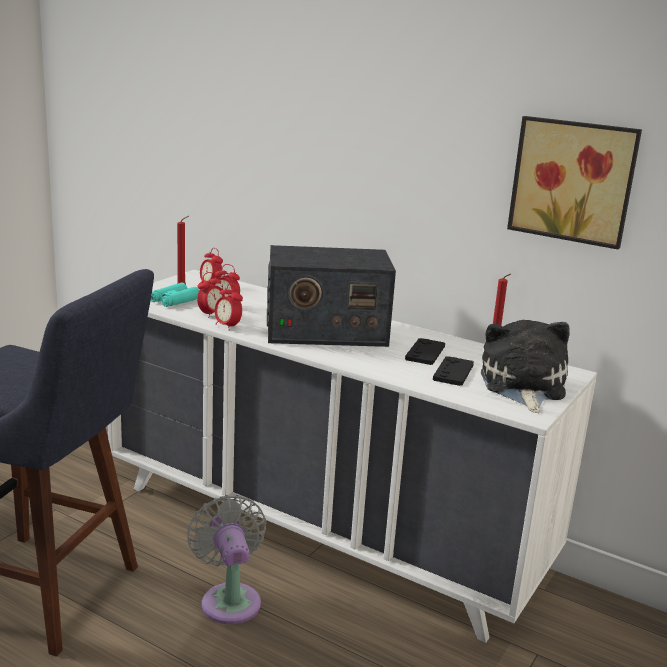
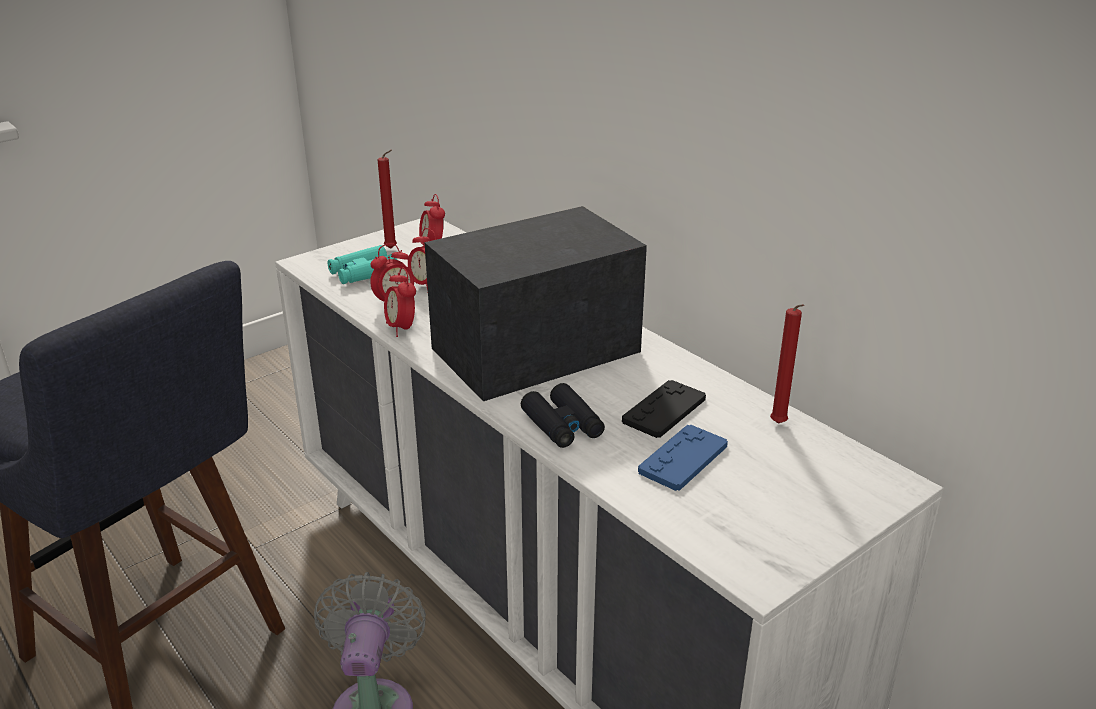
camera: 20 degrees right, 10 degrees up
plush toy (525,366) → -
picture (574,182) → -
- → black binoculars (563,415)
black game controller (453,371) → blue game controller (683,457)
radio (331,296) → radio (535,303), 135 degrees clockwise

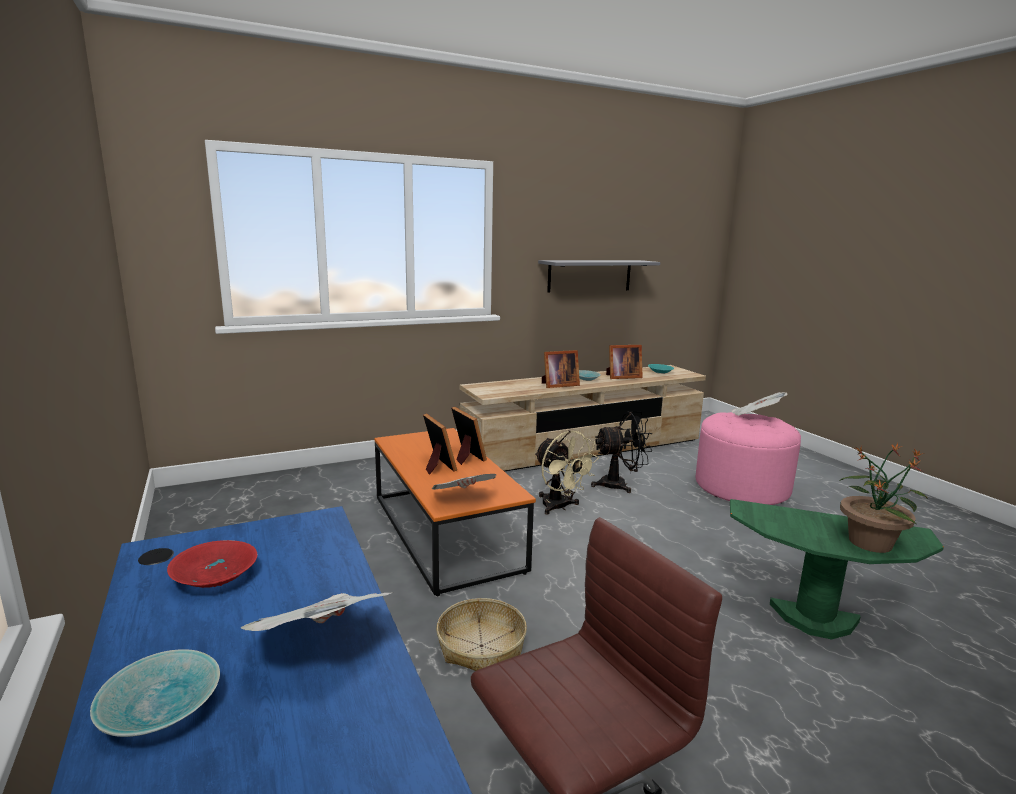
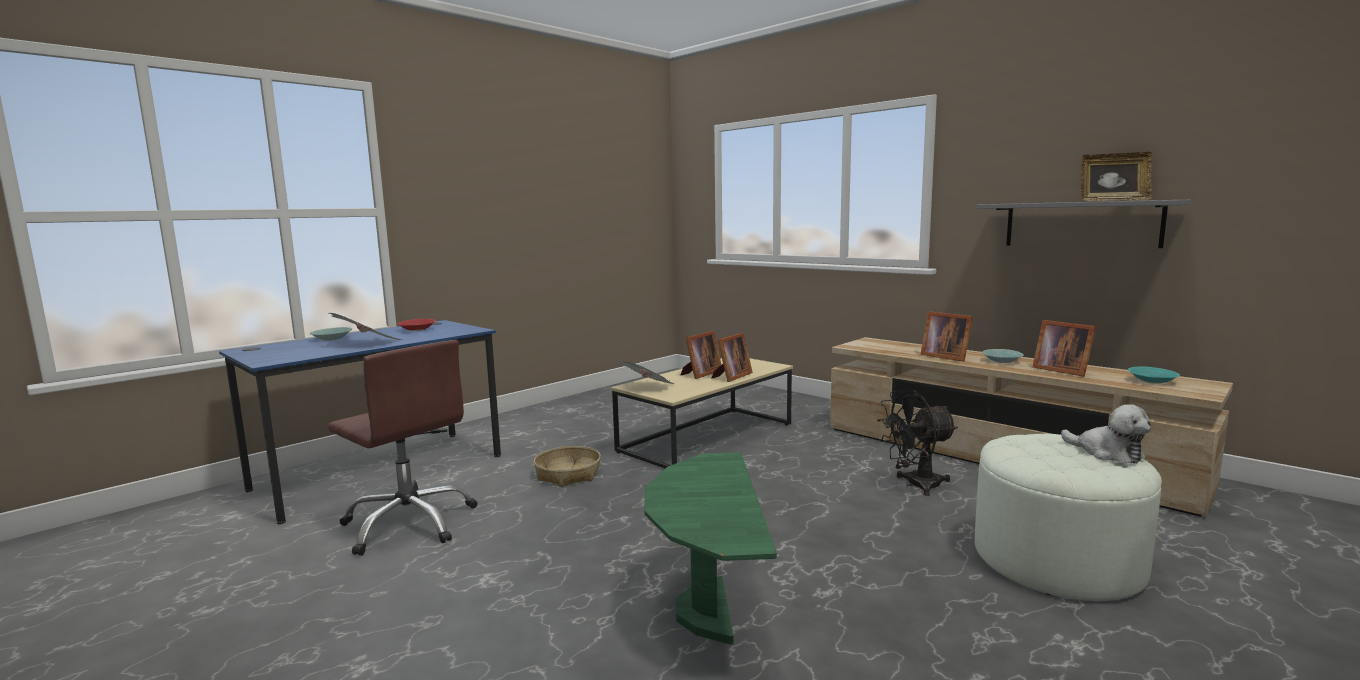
camera: 70 degrees right, 5 degrees down
beige fan (567,472) → -
potted plant (883,498) → -
- → picture frame (1116,176)
newspaper (759,404) → plush toy (1106,434)
orange coffee table (455,512) → beige coffee table (702,413)
pink ottoman (748,458) → white ottoman (1068,517)
black fan (621,452) → black fan (917,442), 105 degrees clockwise

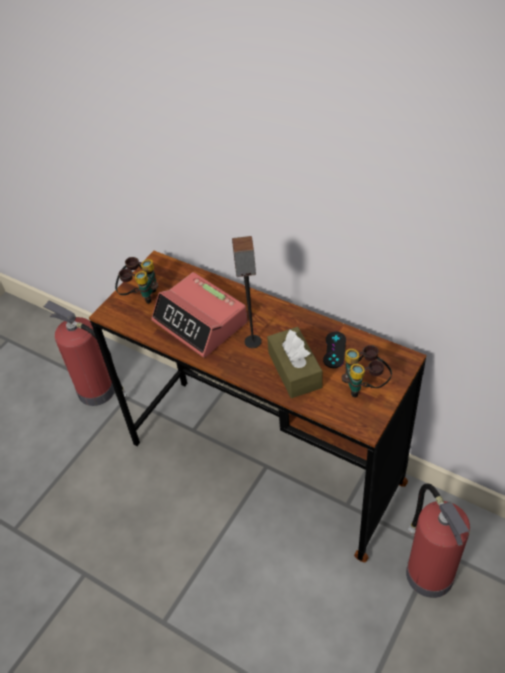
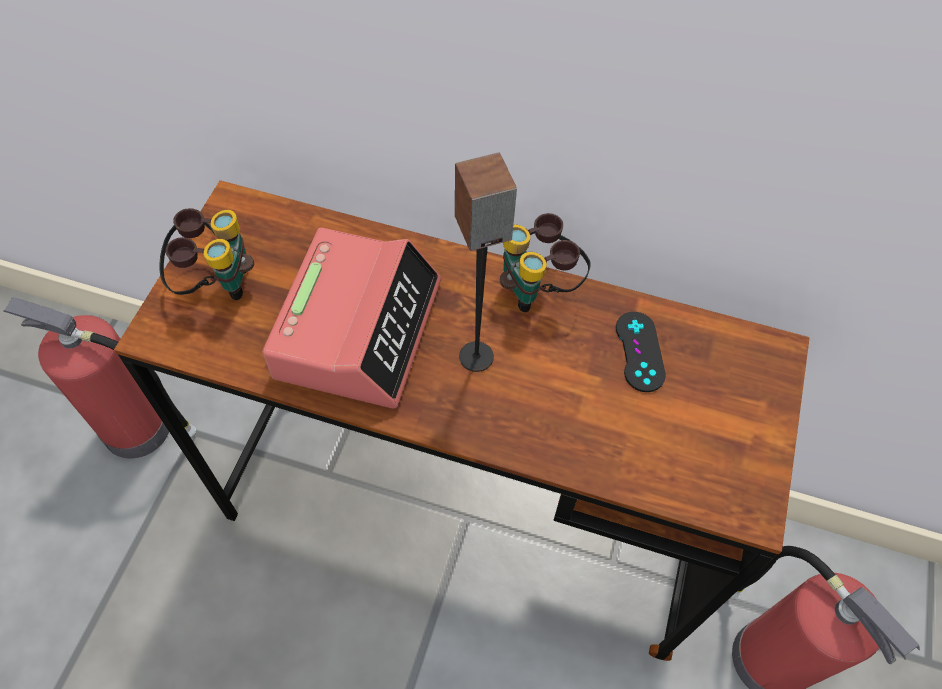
camera: 20 degrees left, 10 degrees up
brown tissue box (294,362) → -
binoculars (367,371) → binoculars (545,262), moved
alarm clock (199,315) → alarm clock (351,318), 105 degrees counterclockwise

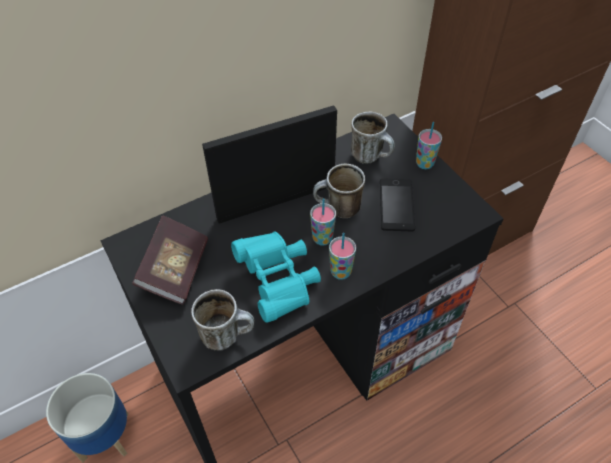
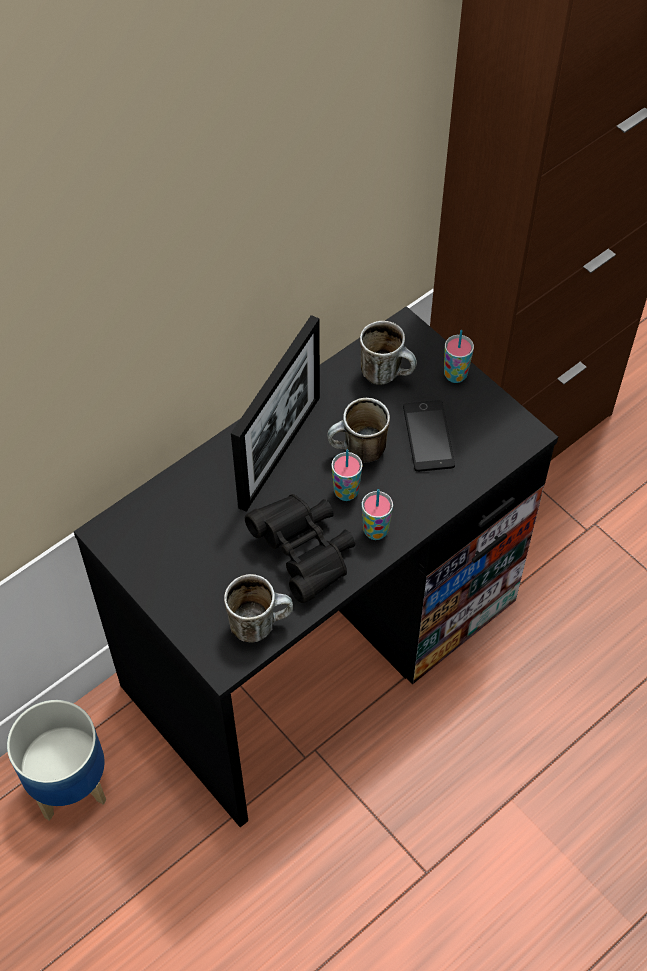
camera: 10 degrees left, 5 degrees up
book (170,260) → -
turquoise binoculars (276,277) → black binoculars (300,548)
picture frame (269,164) → picture frame (275,413), 150 degrees clockwise

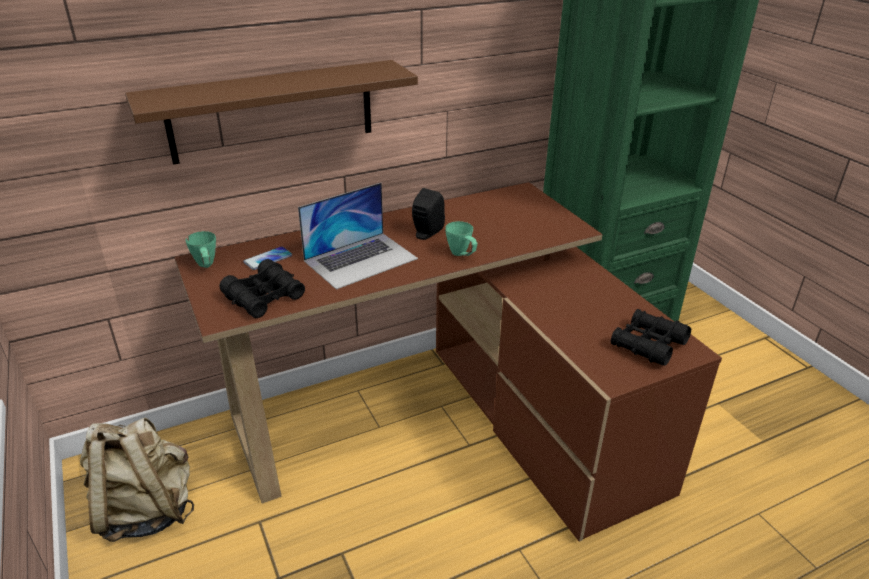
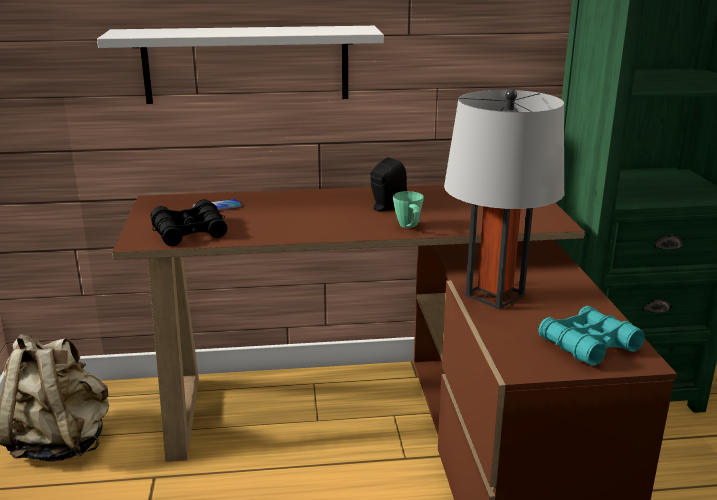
camera: 20 degrees right, 10 degrees down
green mug (201,249) → -
laptop (358,236) → -
- → grey table lamp (504,199)
brown shelf (271,112) → white shelf (240,65)
black binoculars (651,337) → turquoise binoculars (591,335)

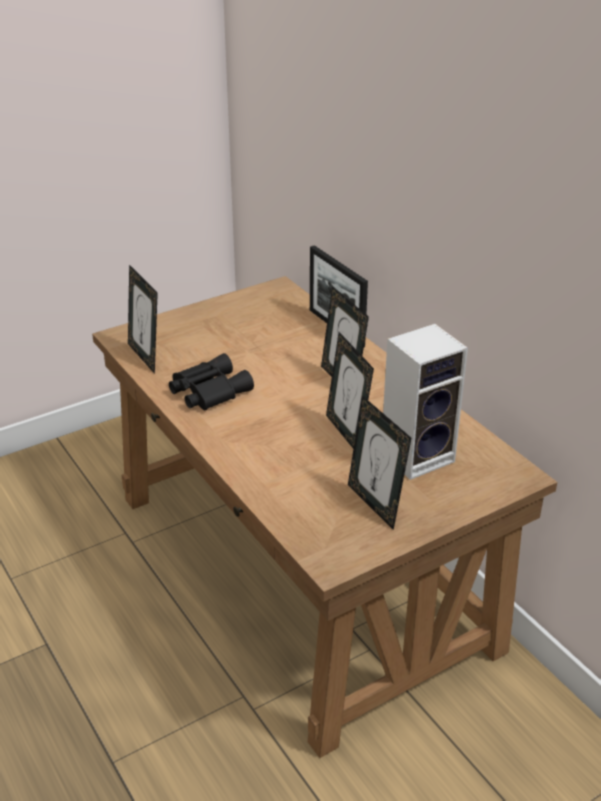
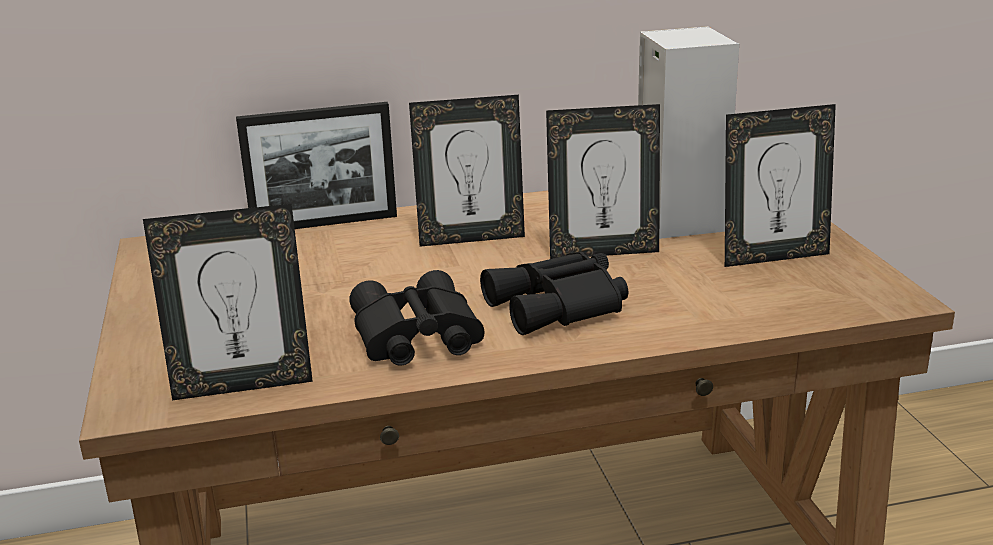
camera: 70 degrees left, 10 degrees down
- → black binoculars (554,293)

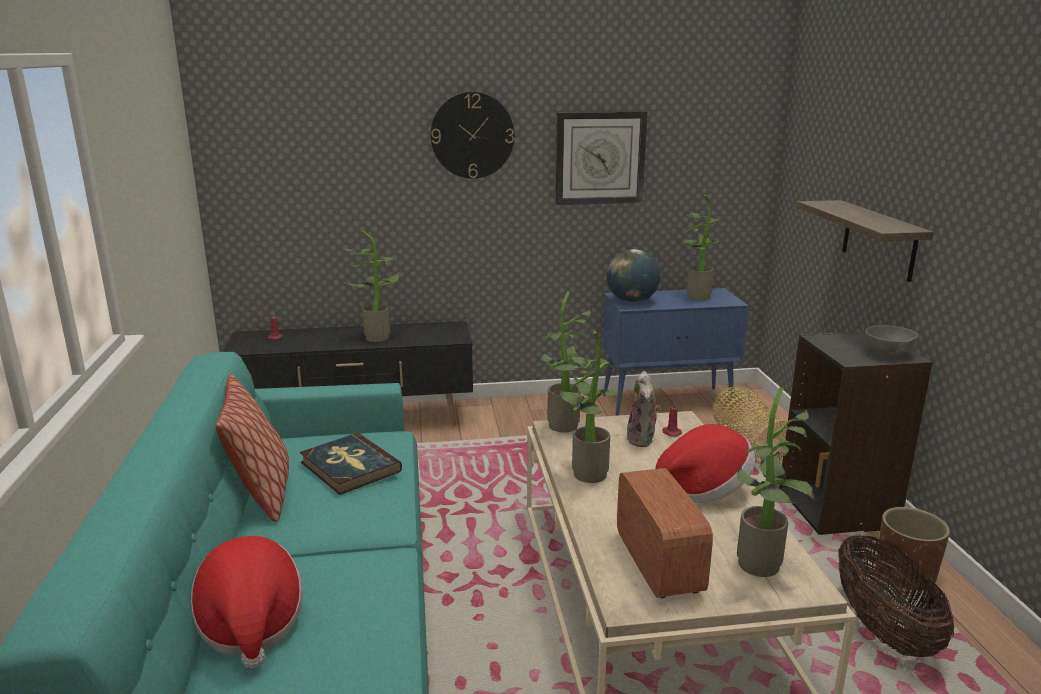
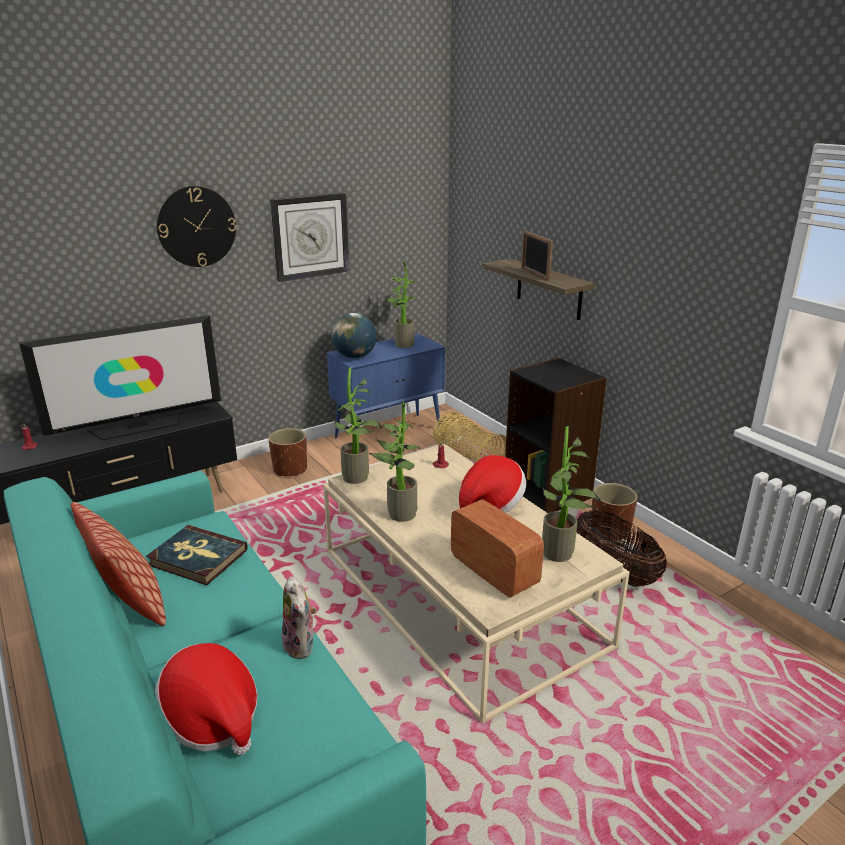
camera: 25 degrees left, 5 degrees up
grey bowl (891,340) → -
- → brown planter (287,452)
- → picture frame (537,256)
plush toy (643,409) → plush toy (299,617), moved
potted plant (371,286) → television (120,377)

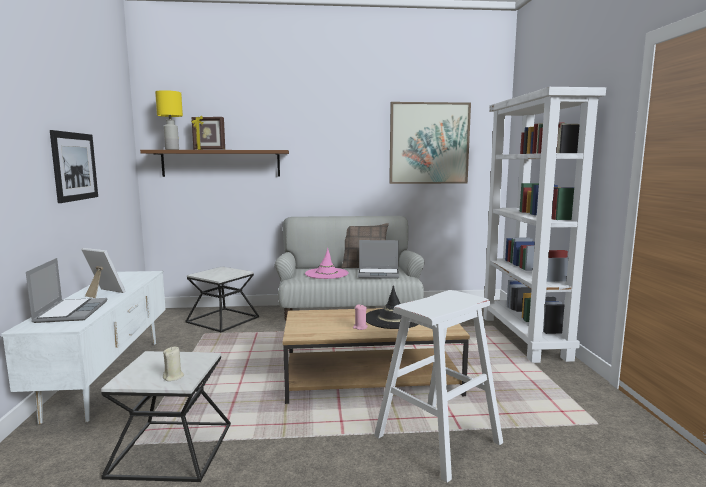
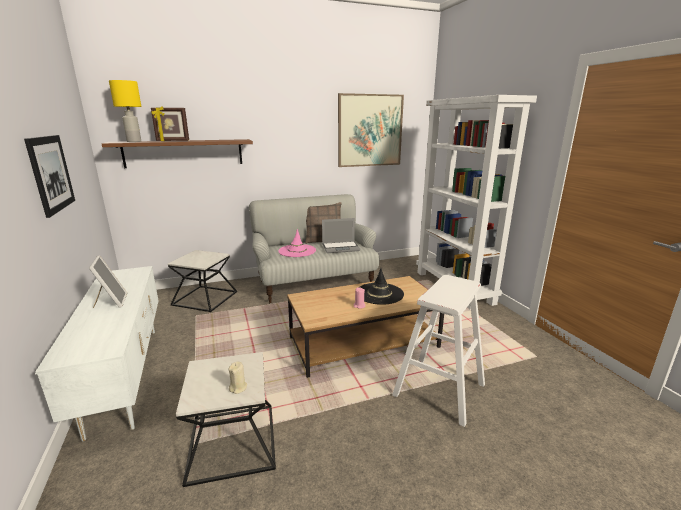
camera: 15 degrees left, 10 degrees up
laptop (66,290) → -
picture frame (103,273) → picture frame (108,281), 60 degrees clockwise

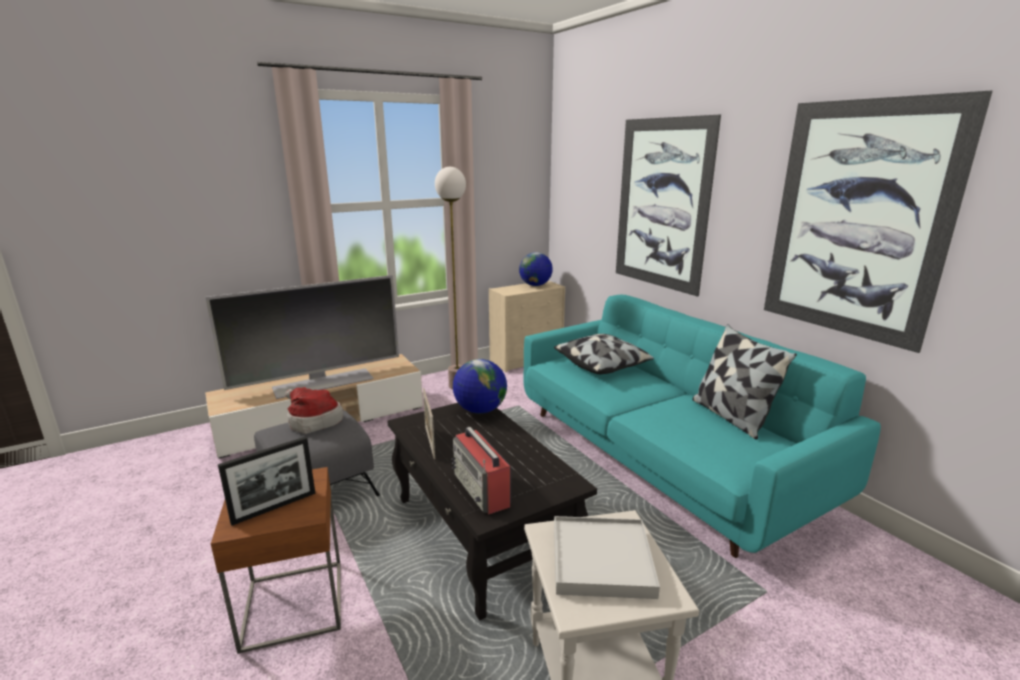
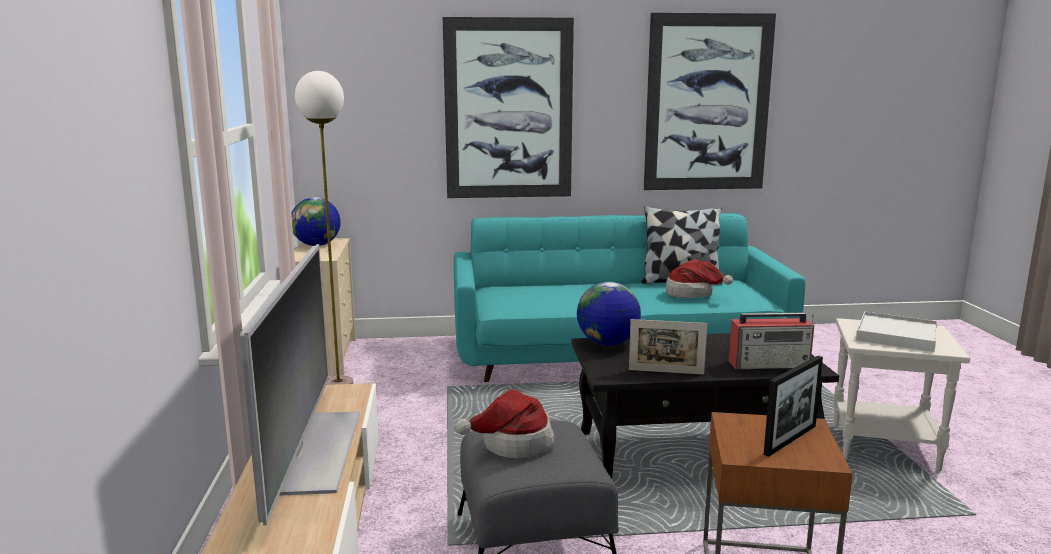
camera: 65 degrees left, 5 degrees down
pillow (604,354) → -
- → hat (699,278)
picture frame (267,481) → picture frame (793,406), 60 degrees clockwise

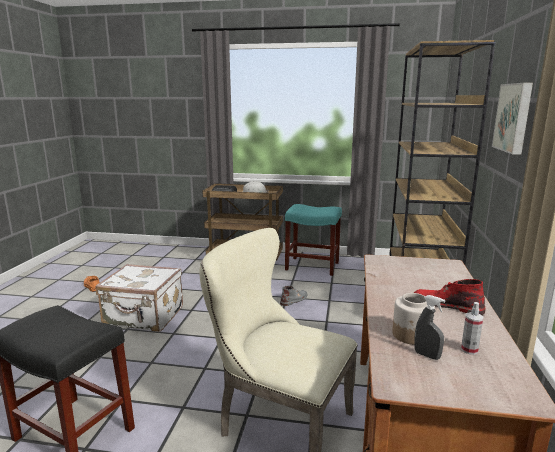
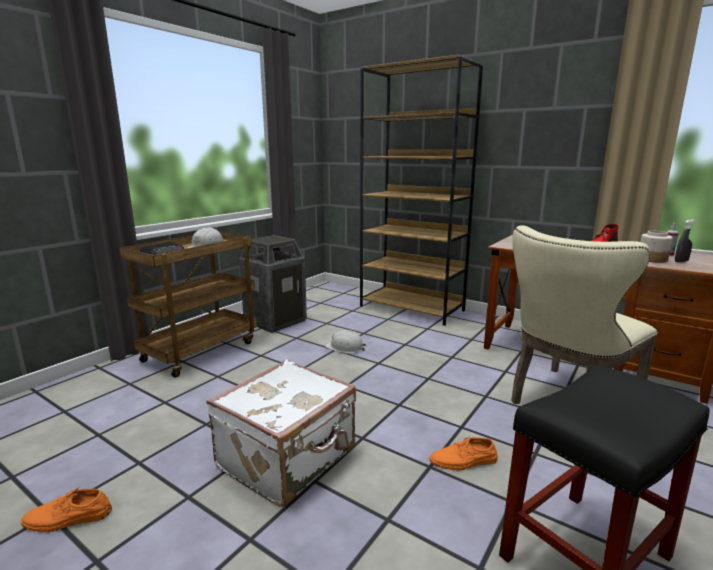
camera: 65 degrees left, 0 degrees up
picture (512,119) → -
- → orange shoe (463,452)
grey boot (294,295) → white hard hat (345,342)
turquoise stool (313,240) → trash can (273,284)

